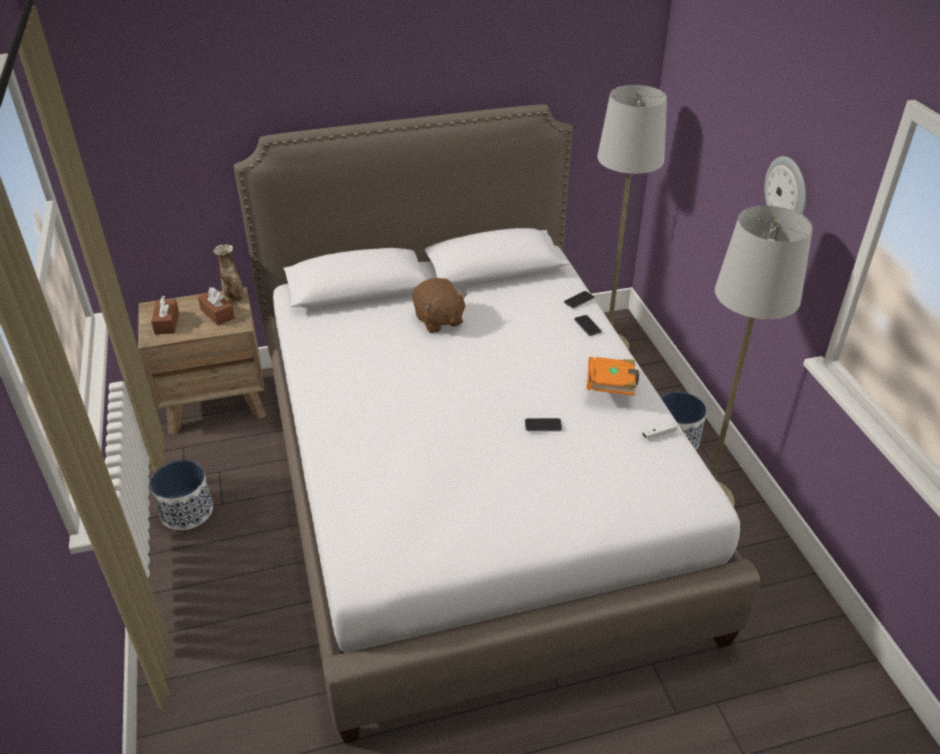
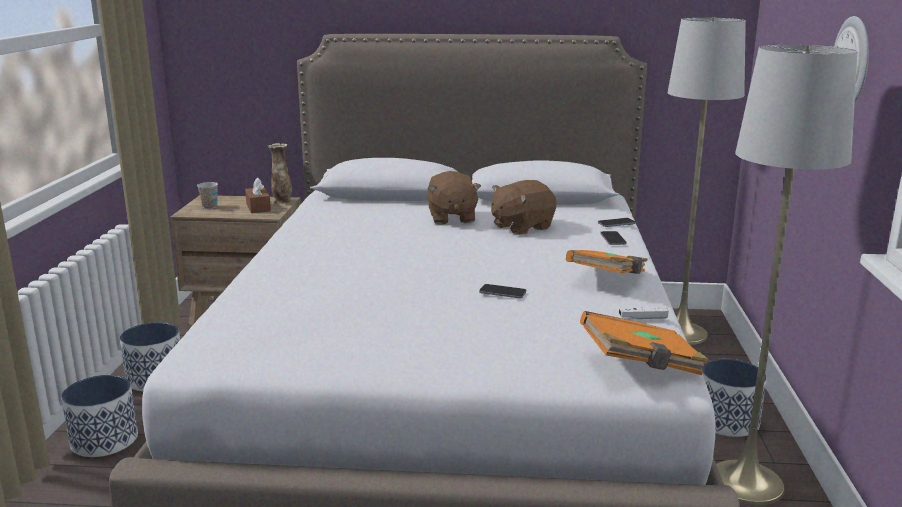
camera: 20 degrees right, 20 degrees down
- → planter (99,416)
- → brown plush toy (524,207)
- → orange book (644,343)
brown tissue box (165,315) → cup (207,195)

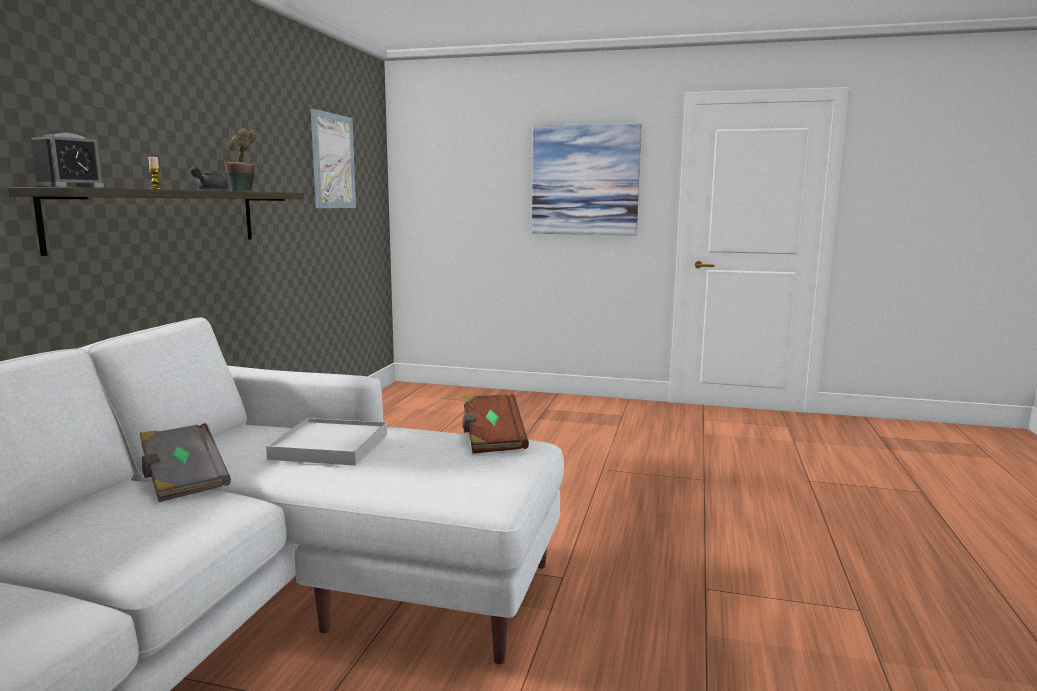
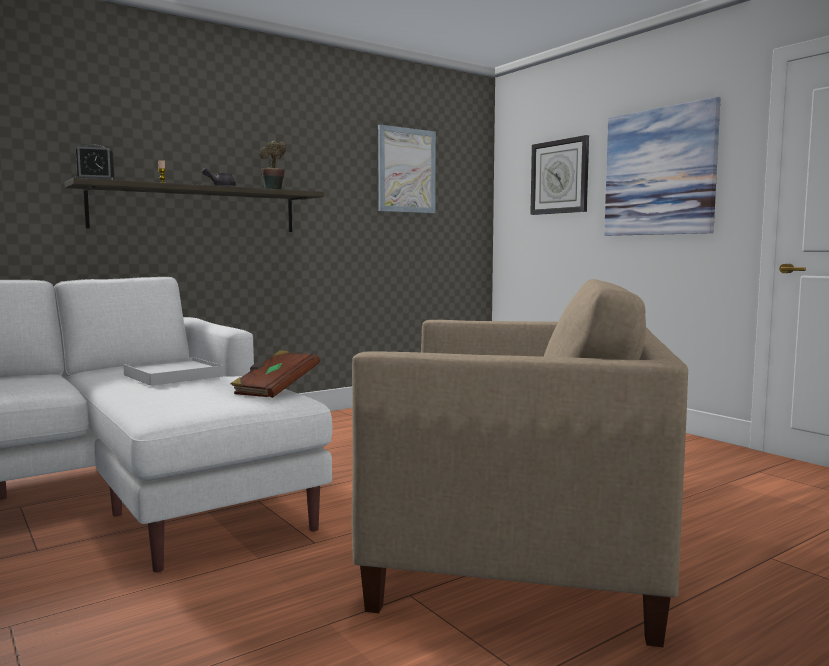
camera: 40 degrees right, 5 degrees down
grey book (185,462) → -
- → beige armchair (520,463)
- → wall clock (559,175)

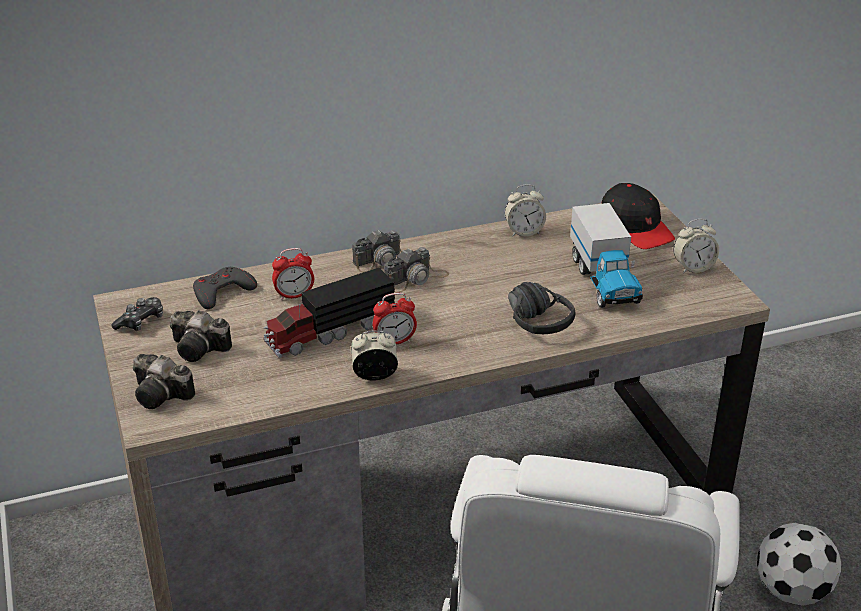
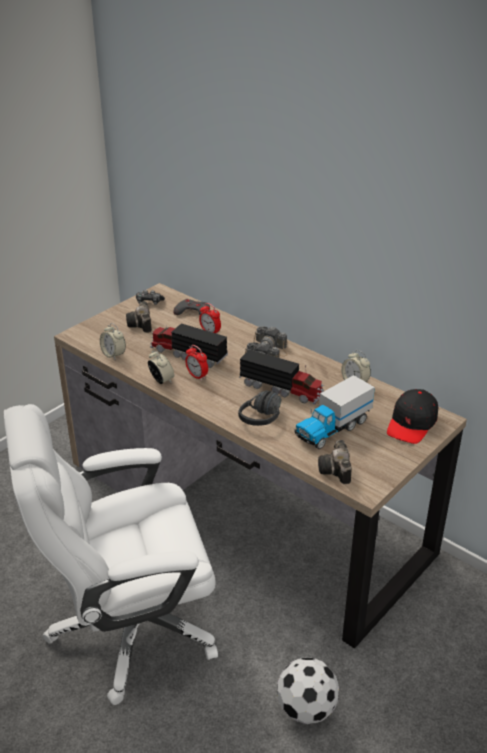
camera: 60 degrees right, 0 degrees up
- → toy truck (281,377)
photo camera (164,381) → photo camera (335,462), moved
alarm clock (696,246) → alarm clock (113,341), moved

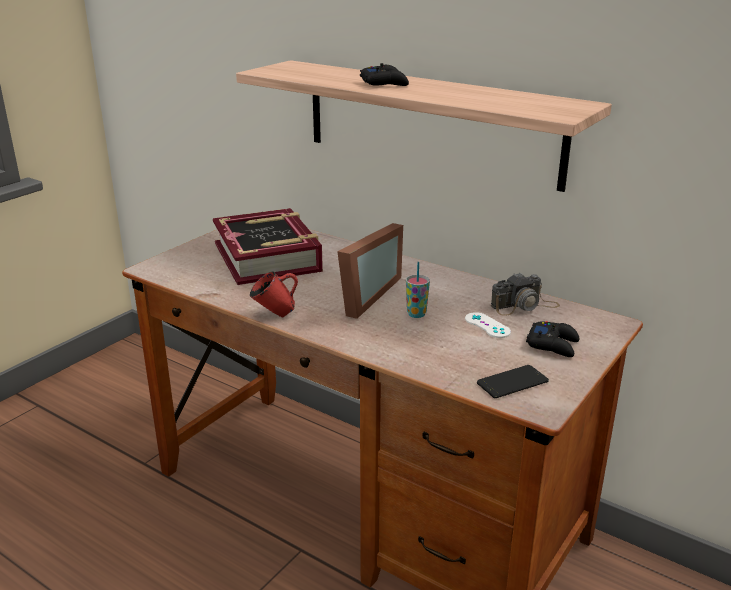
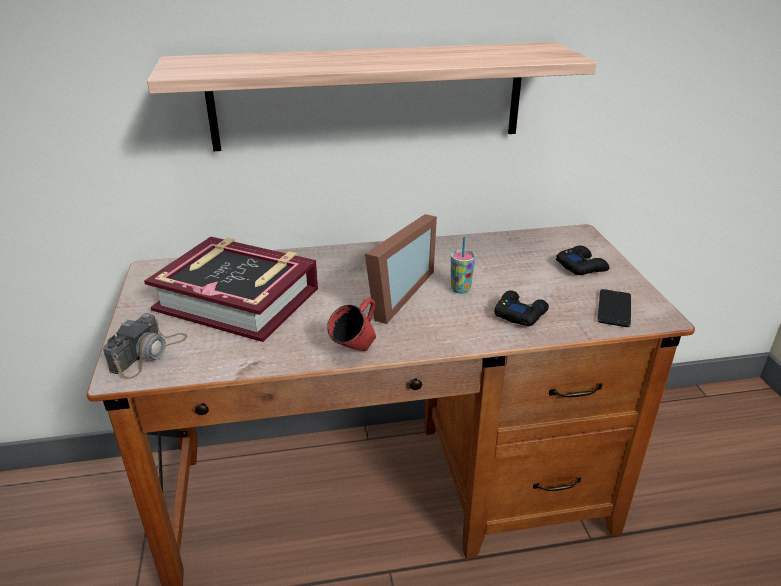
camera: 45 degrees left, 5 degrees up
white game controller (488,325) → -
black game controller (384,74) → black game controller (521,308), moved
photo camera (525,294) → photo camera (145,346), moved
picture frame (370,271) → picture frame (401,269), 45 degrees clockwise

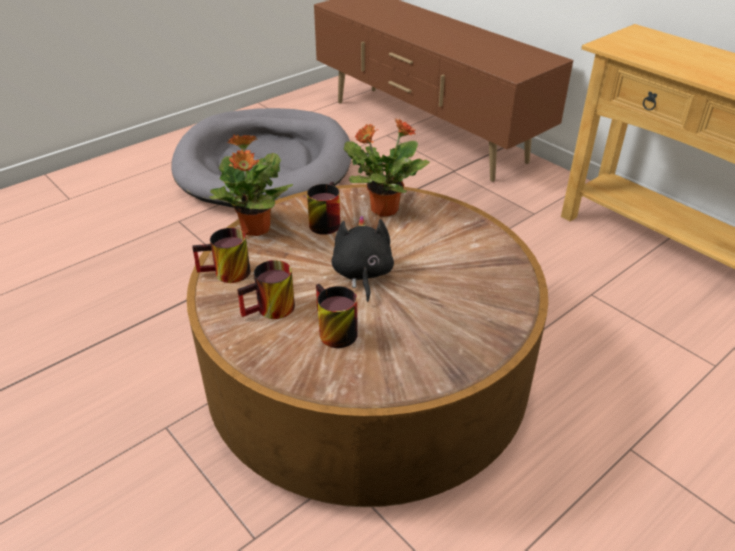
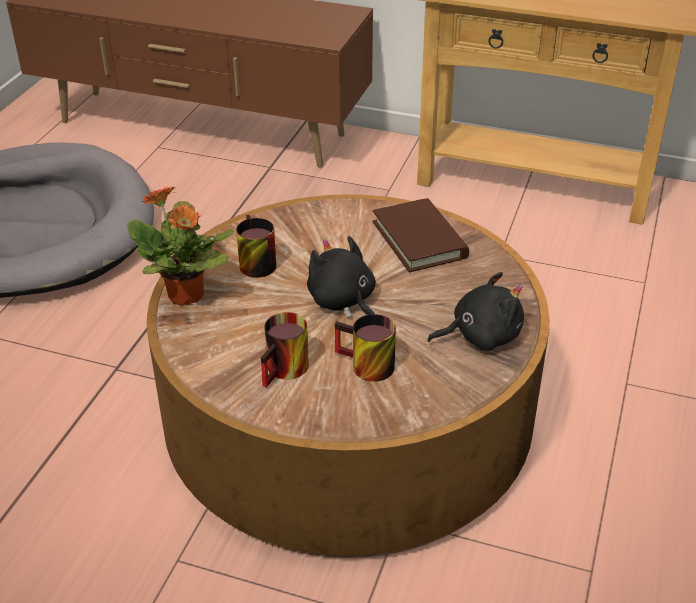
camera: 30 degrees left, 0 degrees up
mug (221,255) → -
potted plant (387,168) → -
- → brown book (421,235)
- → black plush toy (475,311)

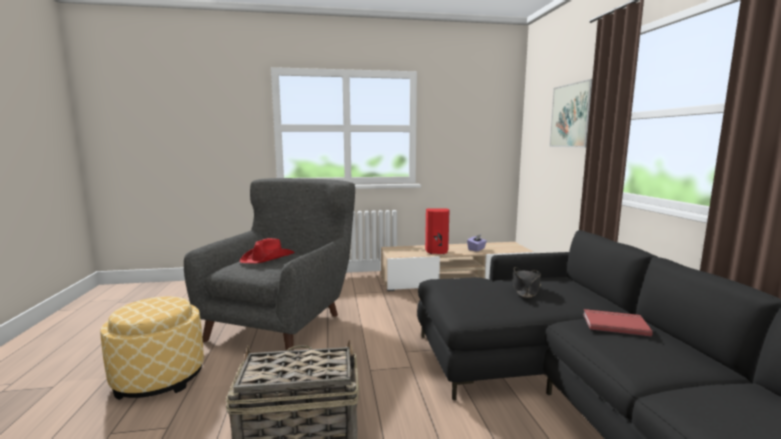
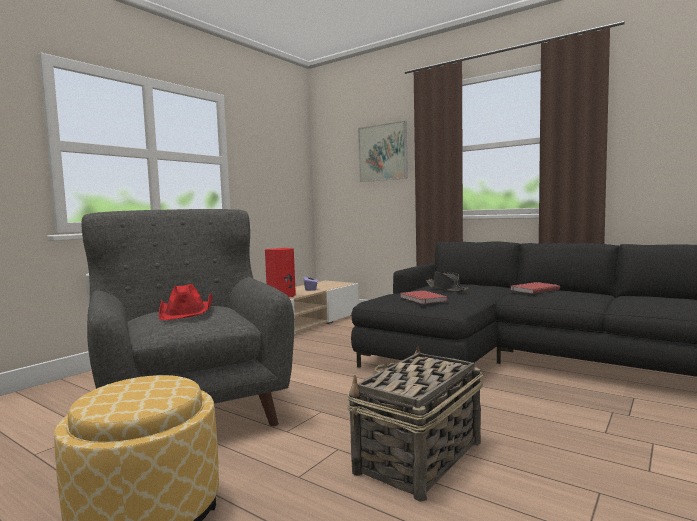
camera: 45 degrees left, 5 degrees down
- → red book (424,297)

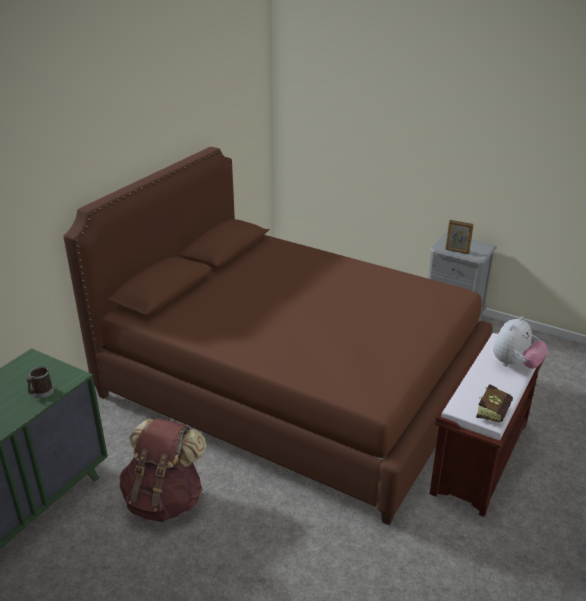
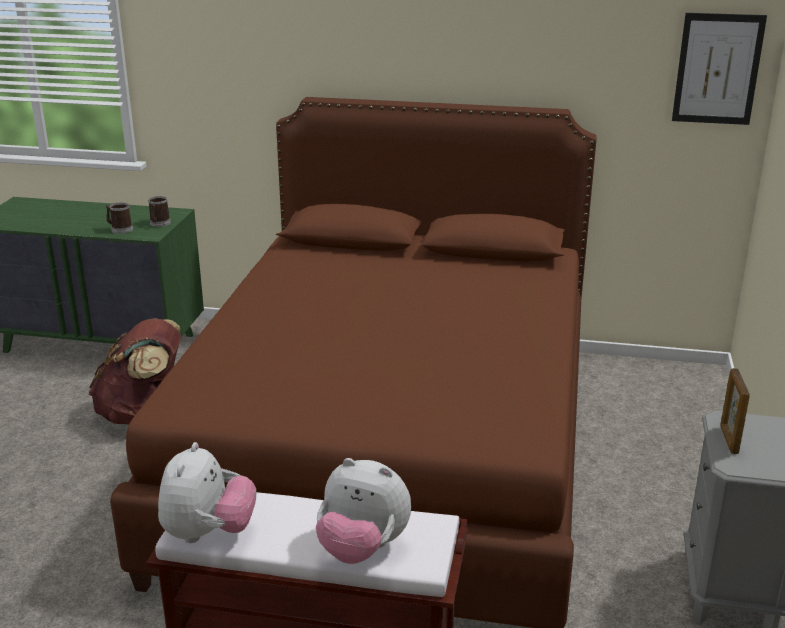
camera: 70 degrees right, 5 degrees down
- → mug (159,211)
- → picture (719,69)
book (494,403) → plush toy (207,492)

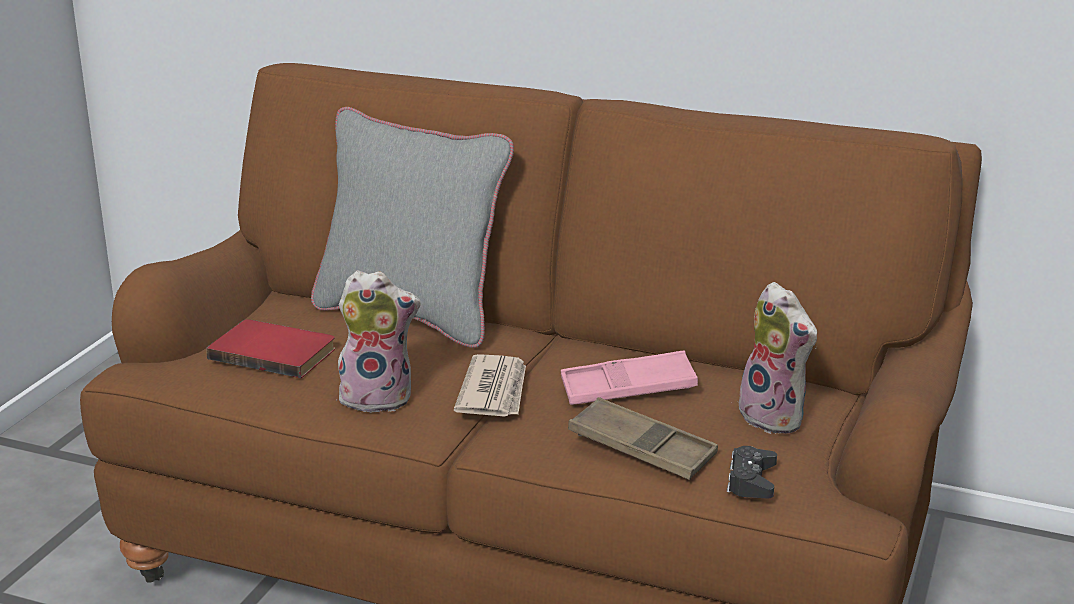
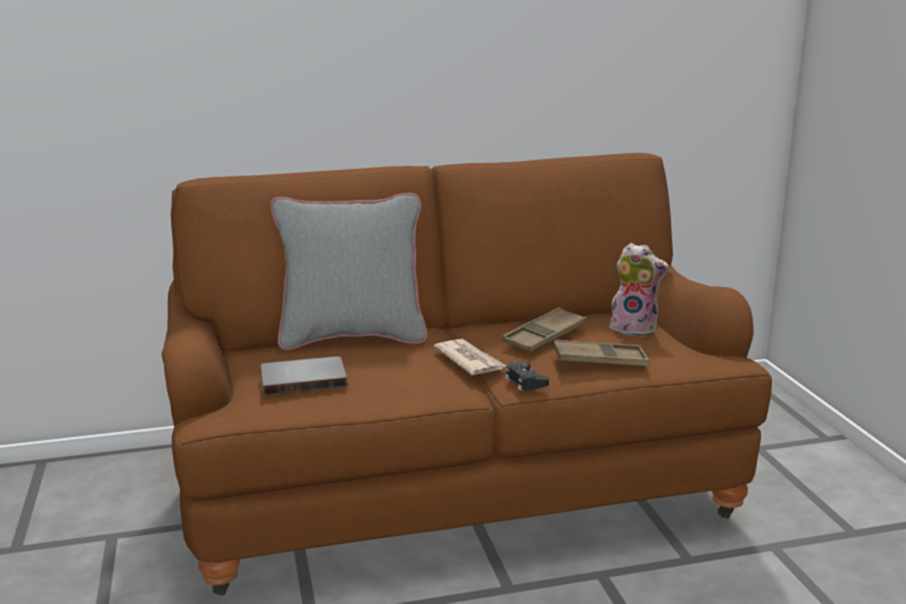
camera: 35 degrees left, 5 degrees down
plush toy (379,341) → -
black game controller (752,472) → black game controller (527,376), moved
red book (270,348) → grey book (304,375)
pink tray (629,377) → brown tray (544,329)

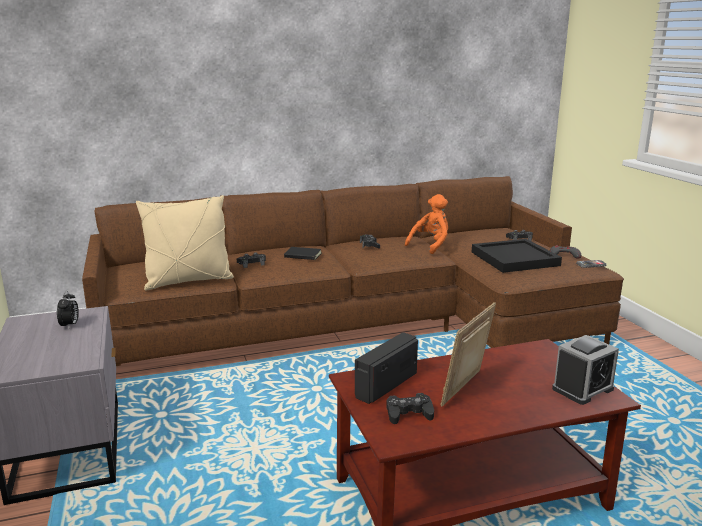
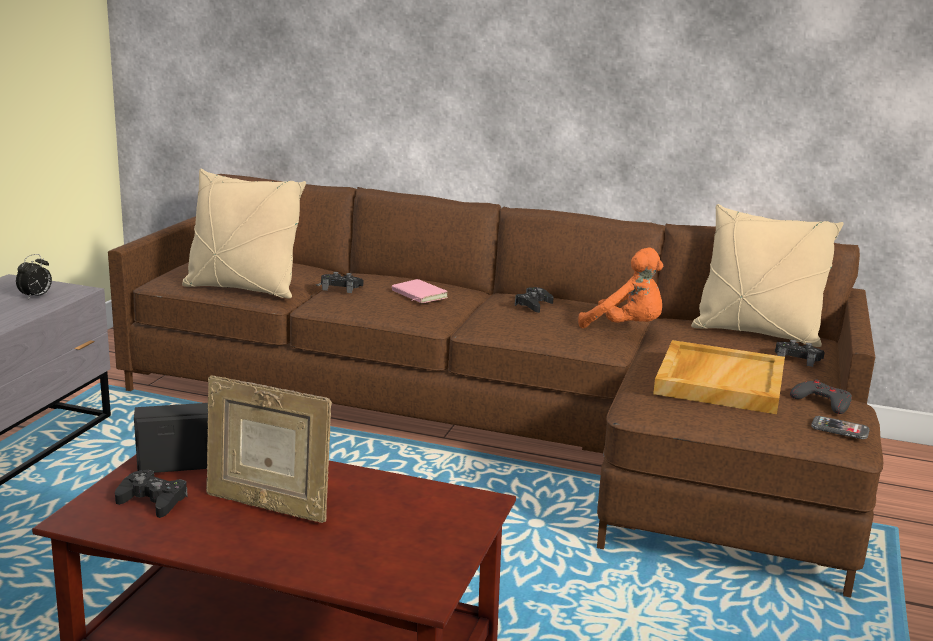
camera: 35 degrees right, 0 degrees up
alarm clock (585,370) → -
- → beige pillow (767,275)
black book (303,253) → pink book (420,291)
black tray (517,256) → beige tray (719,377)
orange plush toy (426,224) → orange plush toy (620,288), 45 degrees clockwise
picture frame (468,354) → picture frame (269,449), 135 degrees counterclockwise

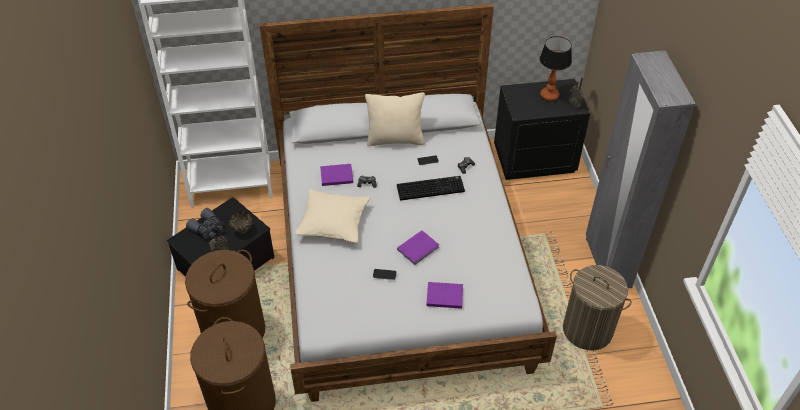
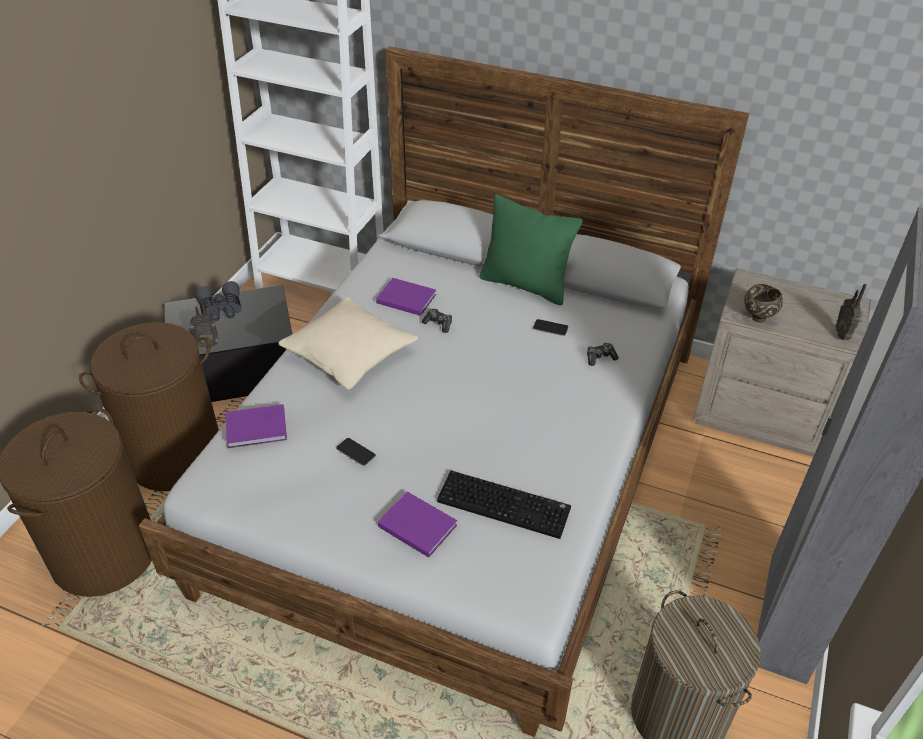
camera: 30 degrees right, 5 degrees down
table lamp (556,68) → -
brown bowl (241,222) → brown bowl (763,303), moved
keyboard (431,188) → keyboard (504,505), moved
purple book (418,247) → purple book (256,426), moved
beige pillow (395,119) → green pillow (531,249)
black nightstand (542,129) → beige nightstand (782,362)

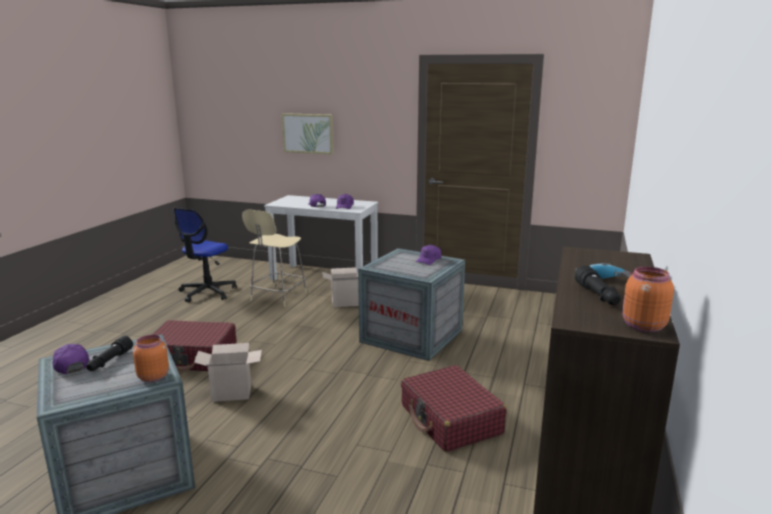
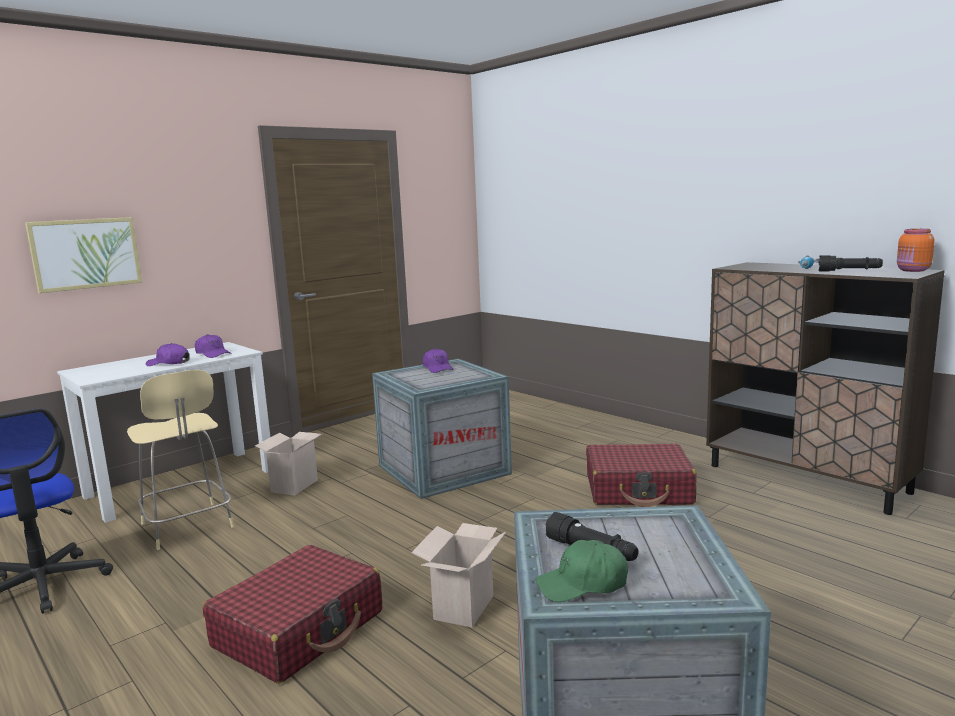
camera: 60 degrees left, 5 degrees down
orange jar (151,358) → -
purple cap (71,359) → green cap (581,571)

